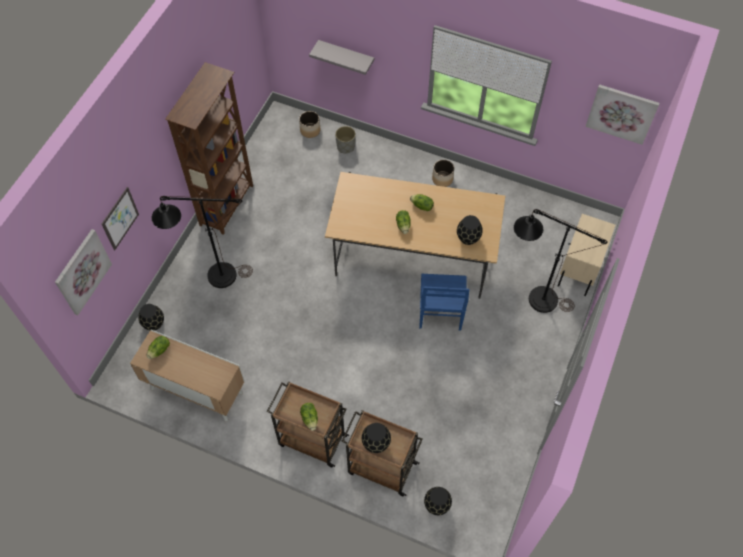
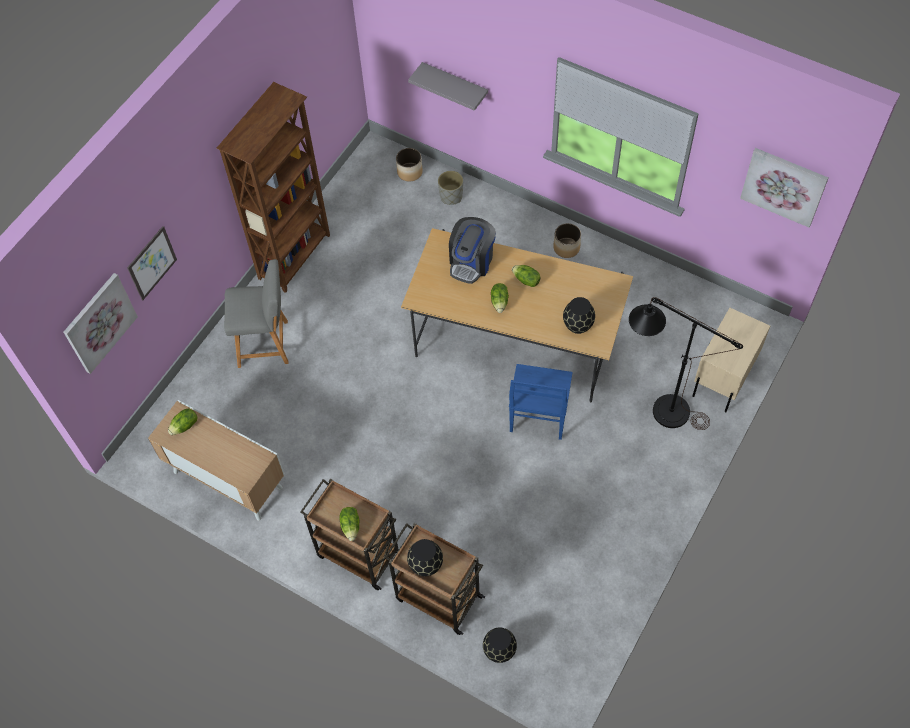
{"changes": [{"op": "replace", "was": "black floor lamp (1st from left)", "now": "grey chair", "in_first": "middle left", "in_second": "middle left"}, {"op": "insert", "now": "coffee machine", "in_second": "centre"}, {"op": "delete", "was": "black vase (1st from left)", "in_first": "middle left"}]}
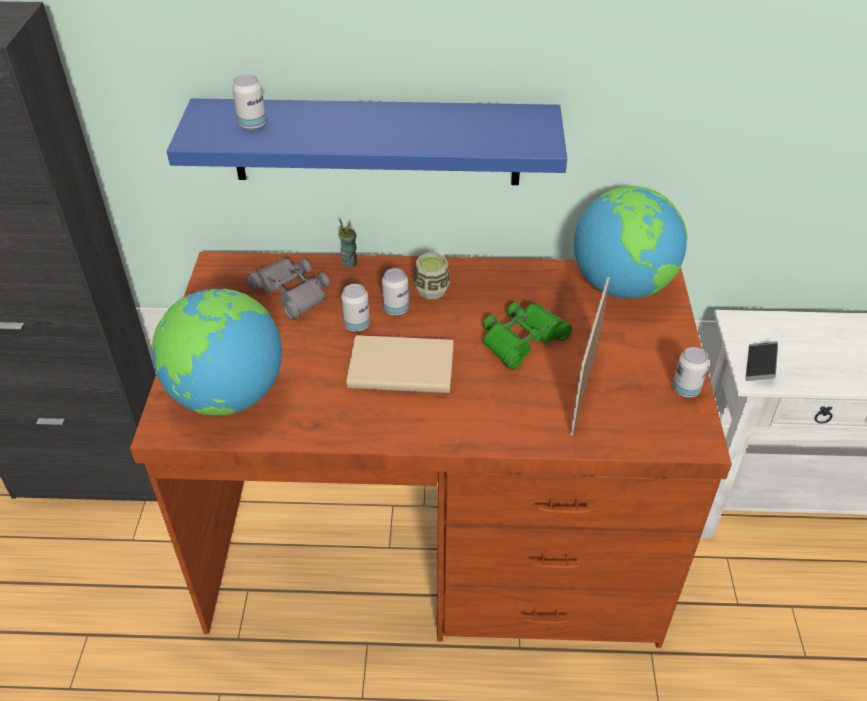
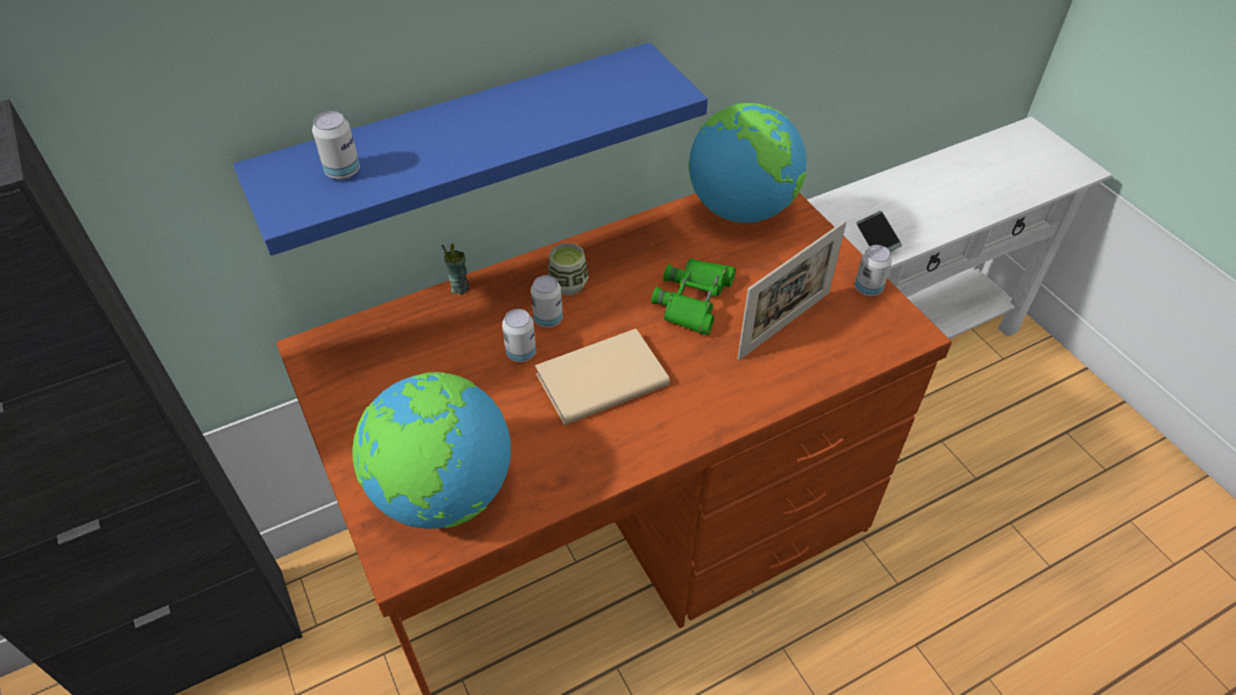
{"changes": [{"op": "rotate", "was": "picture frame", "in_first": "middle right", "in_second": "centre", "clockwise": -120}, {"op": "delete", "was": "grey binoculars", "in_first": "middle left"}]}
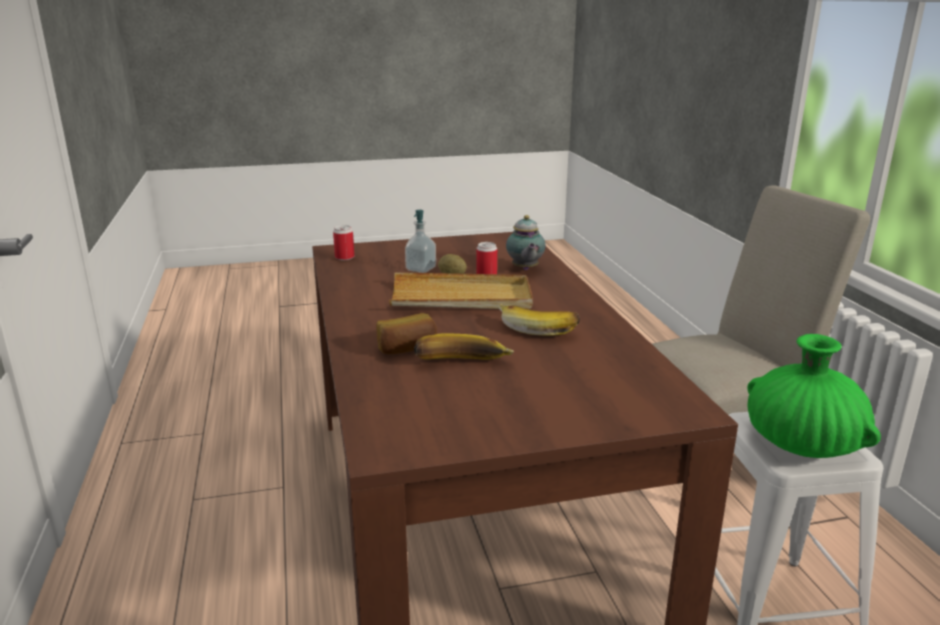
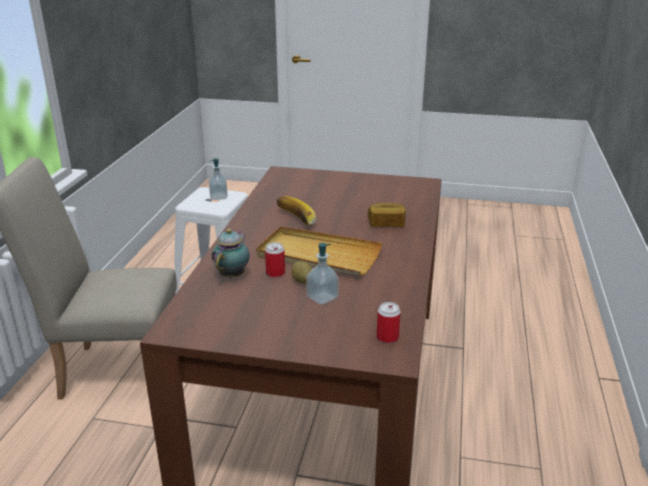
{"changes": [{"op": "replace", "was": "green vase", "now": "soap dispenser (1st from left)", "in_first": "middle right", "in_second": "centre"}, {"op": "delete", "was": "banana (1st from left)", "in_first": "centre"}]}
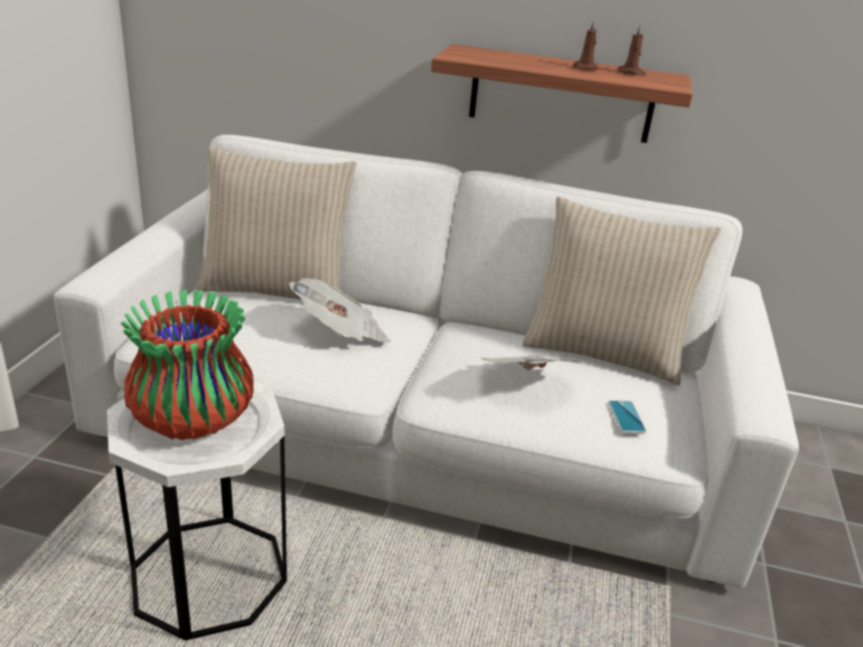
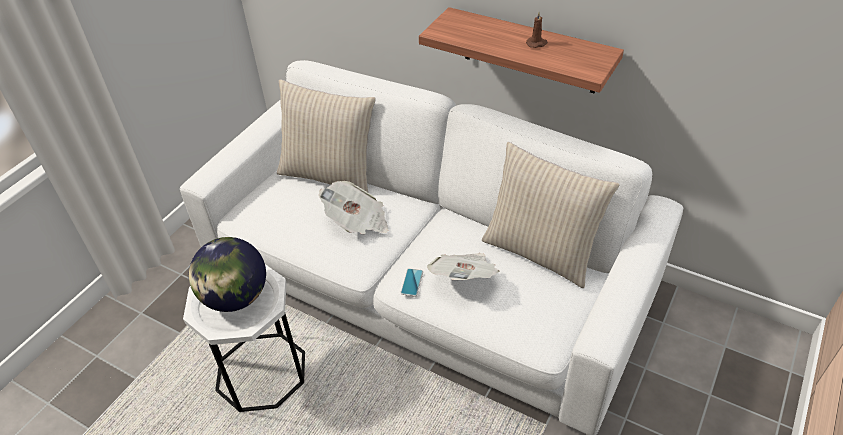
{"changes": [{"op": "replace", "was": "vase", "now": "globe", "in_first": "middle left", "in_second": "middle left"}, {"op": "move", "was": "phone", "in_first": "middle right", "in_second": "centre"}, {"op": "delete", "was": "brown candle (2nd from left)", "in_first": "top right"}]}
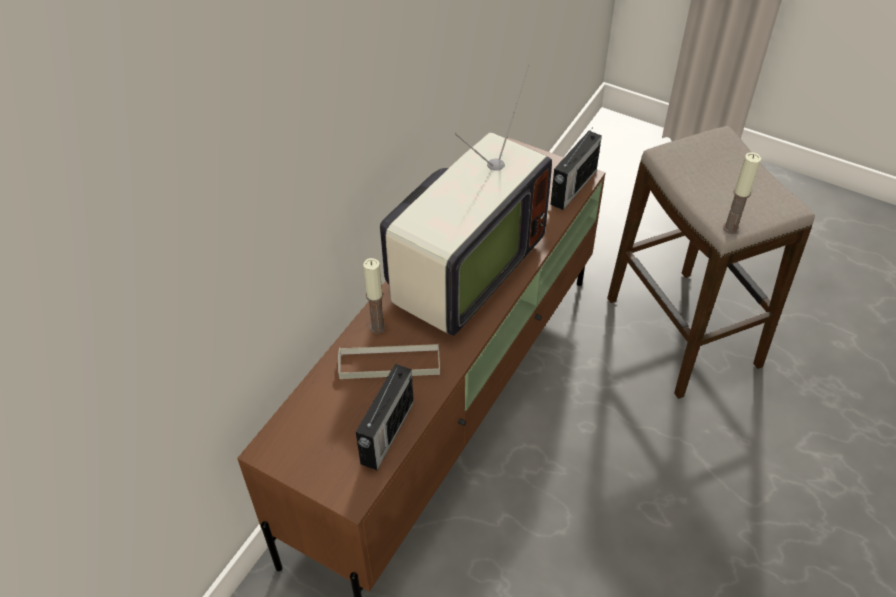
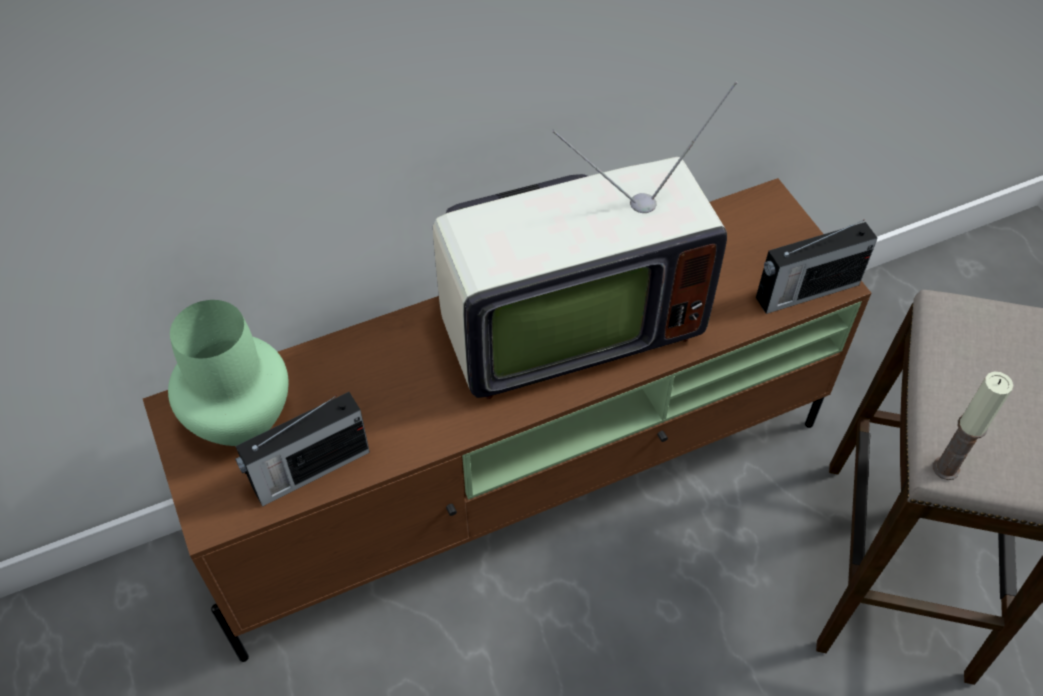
{"changes": [{"op": "insert", "now": "green vase", "in_second": "middle left"}, {"op": "delete", "was": "grey tray", "in_first": "centre"}, {"op": "delete", "was": "candle (1st from left)", "in_first": "centre"}]}
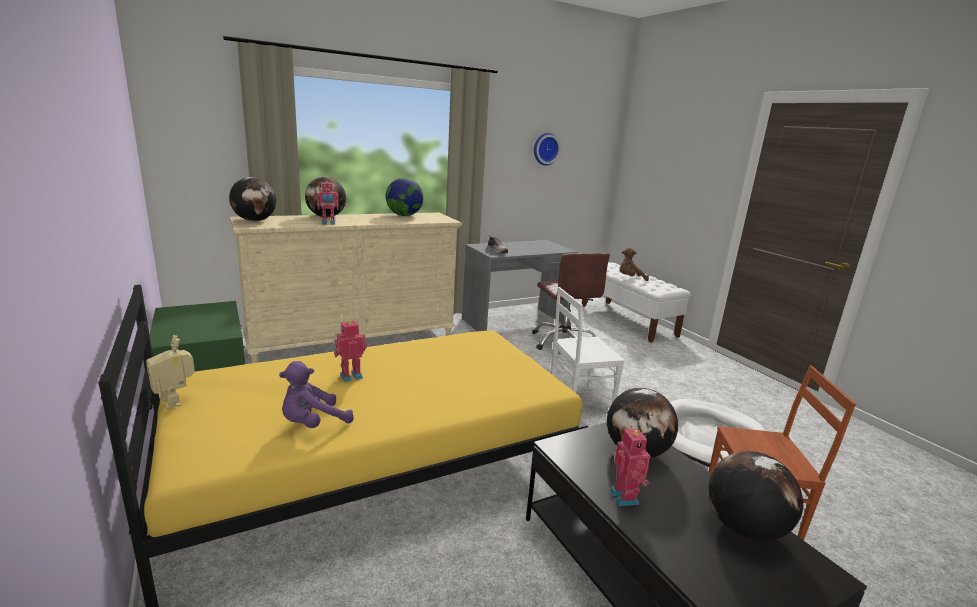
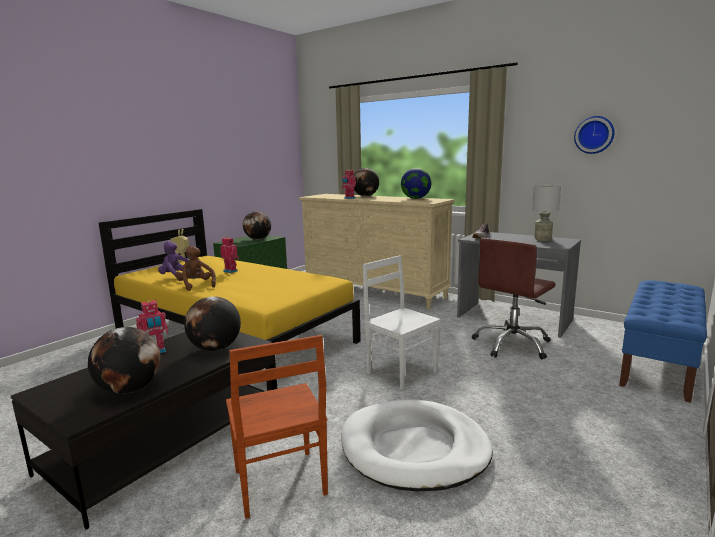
{"changes": [{"op": "move", "was": "brown plush toy", "in_first": "centre", "in_second": "middle left"}, {"op": "move", "was": "globe (1st from left in the first image)", "now": "globe (3rd from left)", "in_first": "top left", "in_second": "centre"}, {"op": "insert", "now": "grey table lamp", "in_second": "middle right"}, {"op": "recolor", "was": "white bench", "now": "blue bench", "in_first": "centre", "in_second": "middle right"}]}
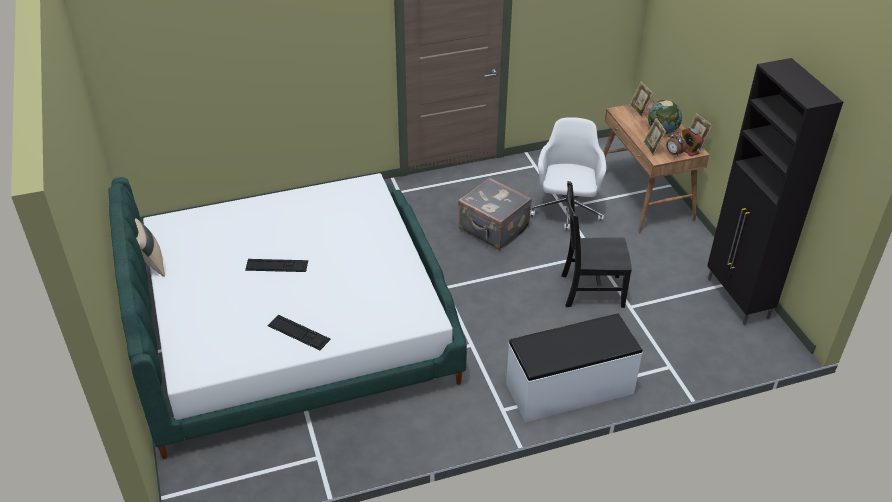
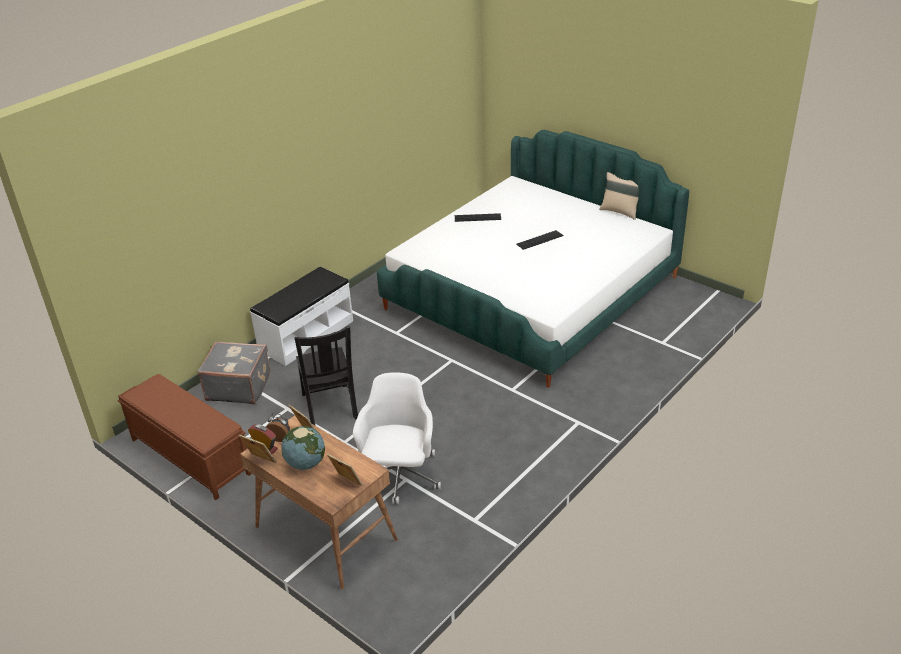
{"changes": [{"op": "replace", "was": "black cabinet", "now": "brown bench", "in_first": "middle right", "in_second": "bottom left"}, {"op": "move", "was": "grey suitcase", "in_first": "centre", "in_second": "middle left"}, {"op": "rotate", "was": "black chair", "in_first": "middle right", "in_second": "centre", "clockwise": 105}, {"op": "rotate", "was": "white office chair", "in_first": "centre", "in_second": "bottom centre", "clockwise": -150}]}
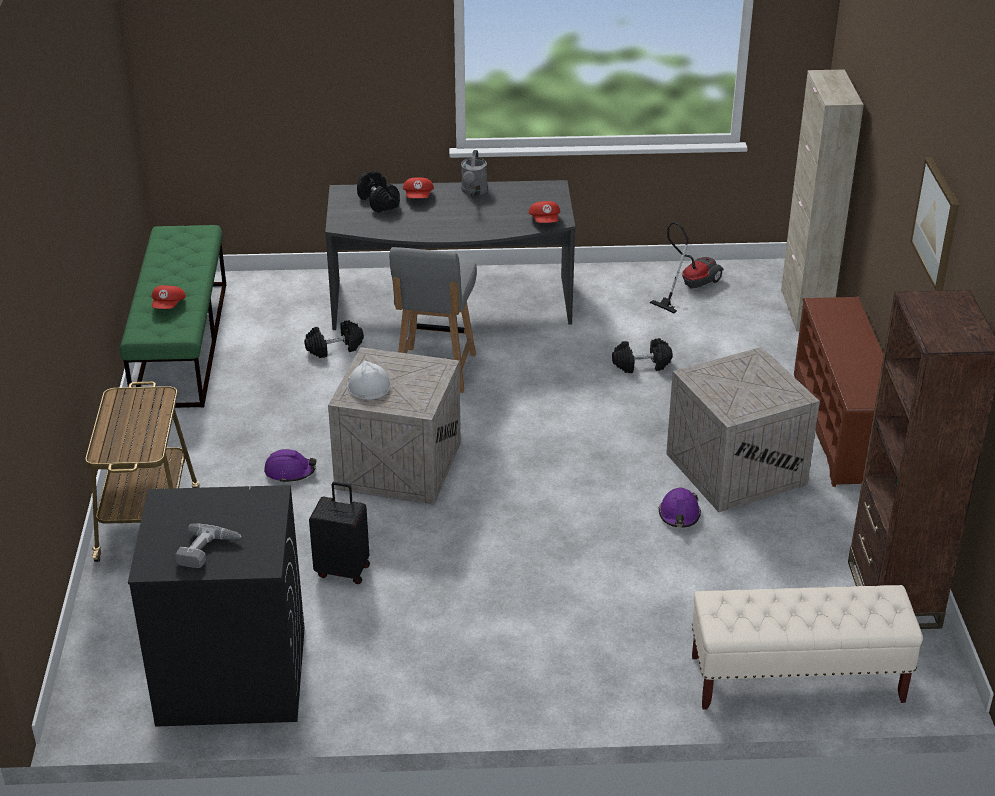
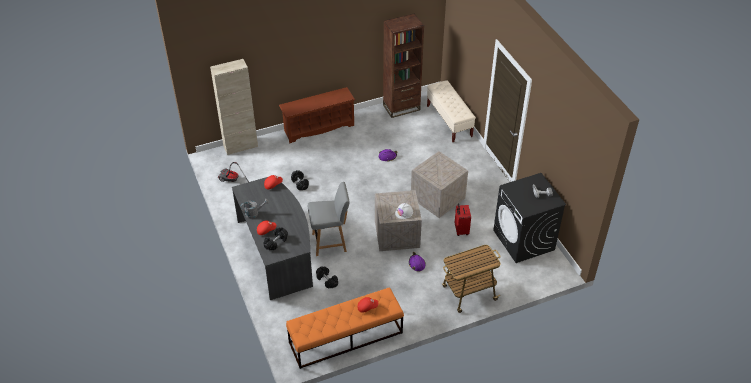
{"changes": [{"op": "recolor", "was": "green bench", "now": "orange bench", "in_first": "middle left", "in_second": "bottom centre"}, {"op": "move", "was": "crate (2nd from left)", "in_first": "middle right", "in_second": "centre"}, {"op": "recolor", "was": "black suitcase", "now": "red suitcase", "in_first": "bottom centre", "in_second": "centre"}, {"op": "delete", "was": "picture", "in_first": "top right"}]}
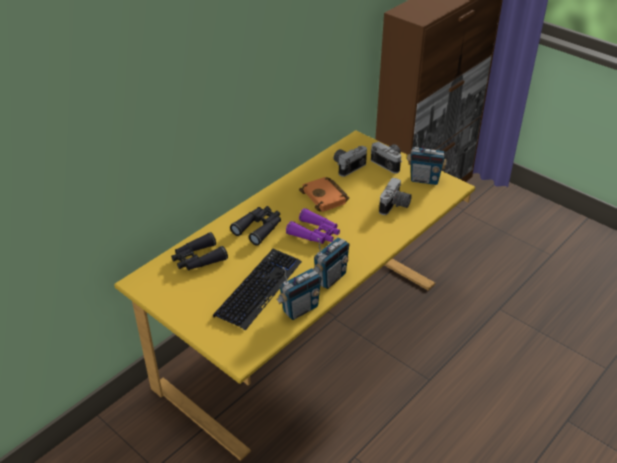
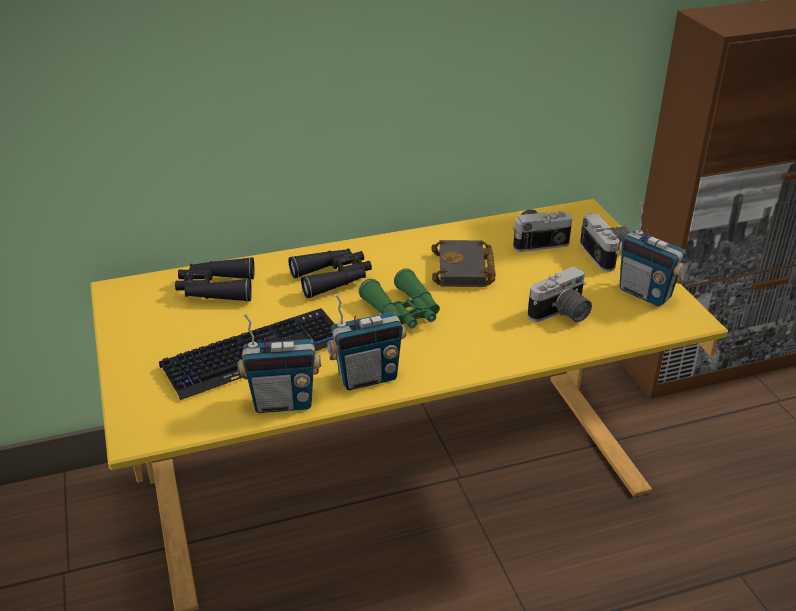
{"changes": [{"op": "recolor", "was": "purple binoculars", "now": "green binoculars", "in_first": "centre", "in_second": "centre"}, {"op": "recolor", "was": "orange book", "now": "black book", "in_first": "centre", "in_second": "centre"}]}
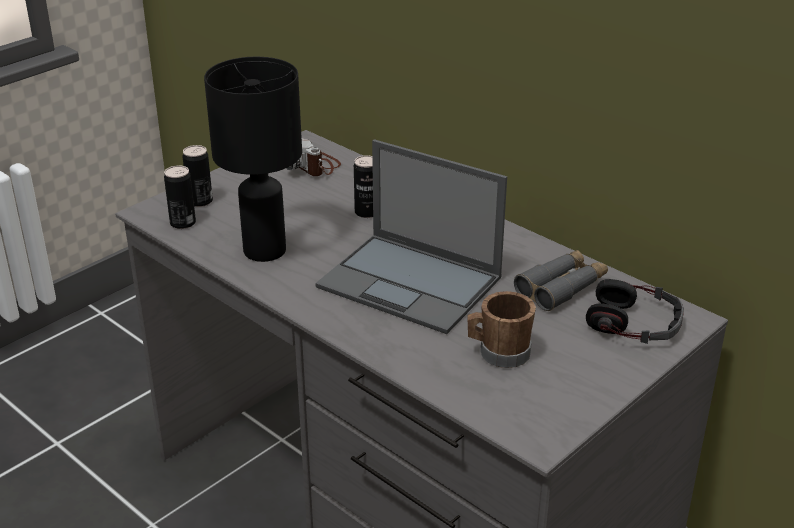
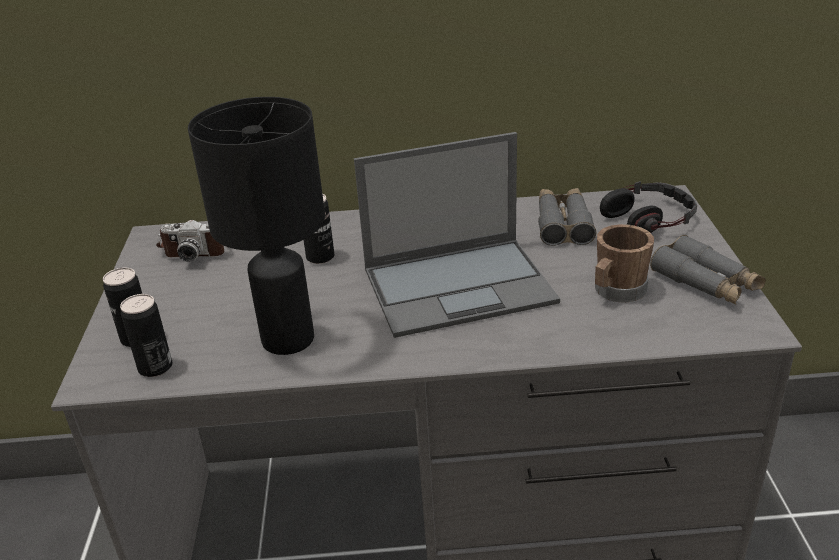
{"changes": [{"op": "insert", "now": "grey binoculars (2nd from left)", "in_second": "middle right"}]}
